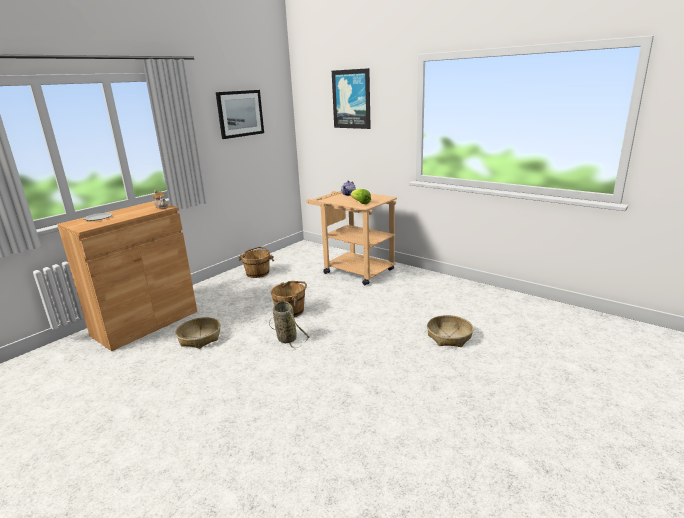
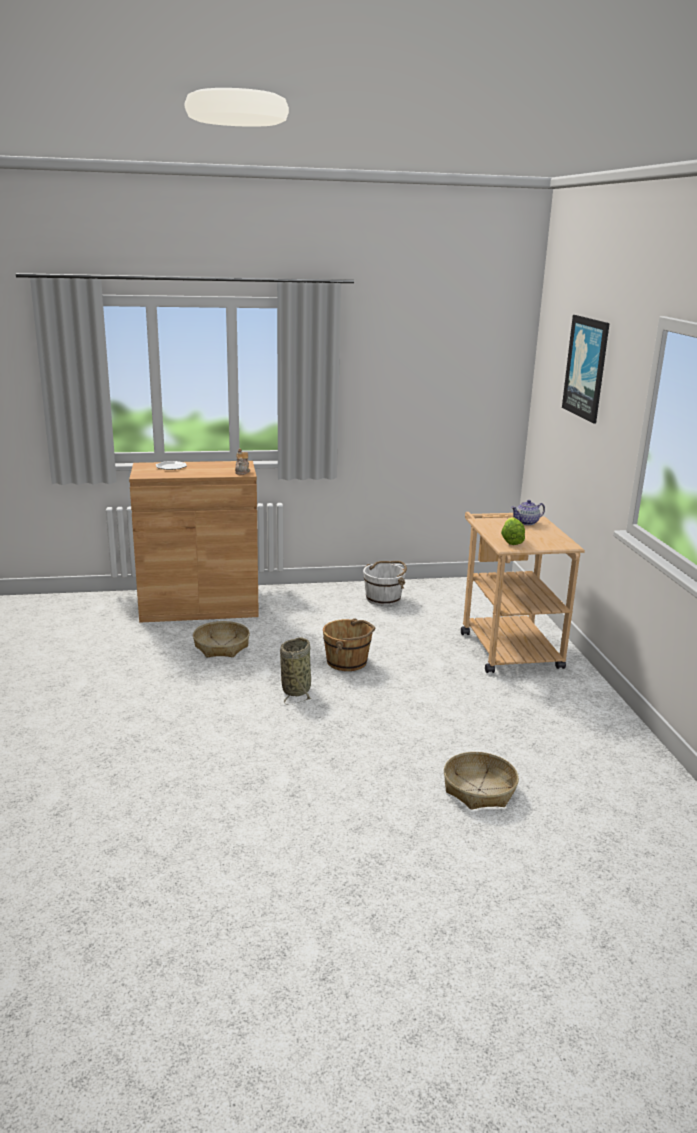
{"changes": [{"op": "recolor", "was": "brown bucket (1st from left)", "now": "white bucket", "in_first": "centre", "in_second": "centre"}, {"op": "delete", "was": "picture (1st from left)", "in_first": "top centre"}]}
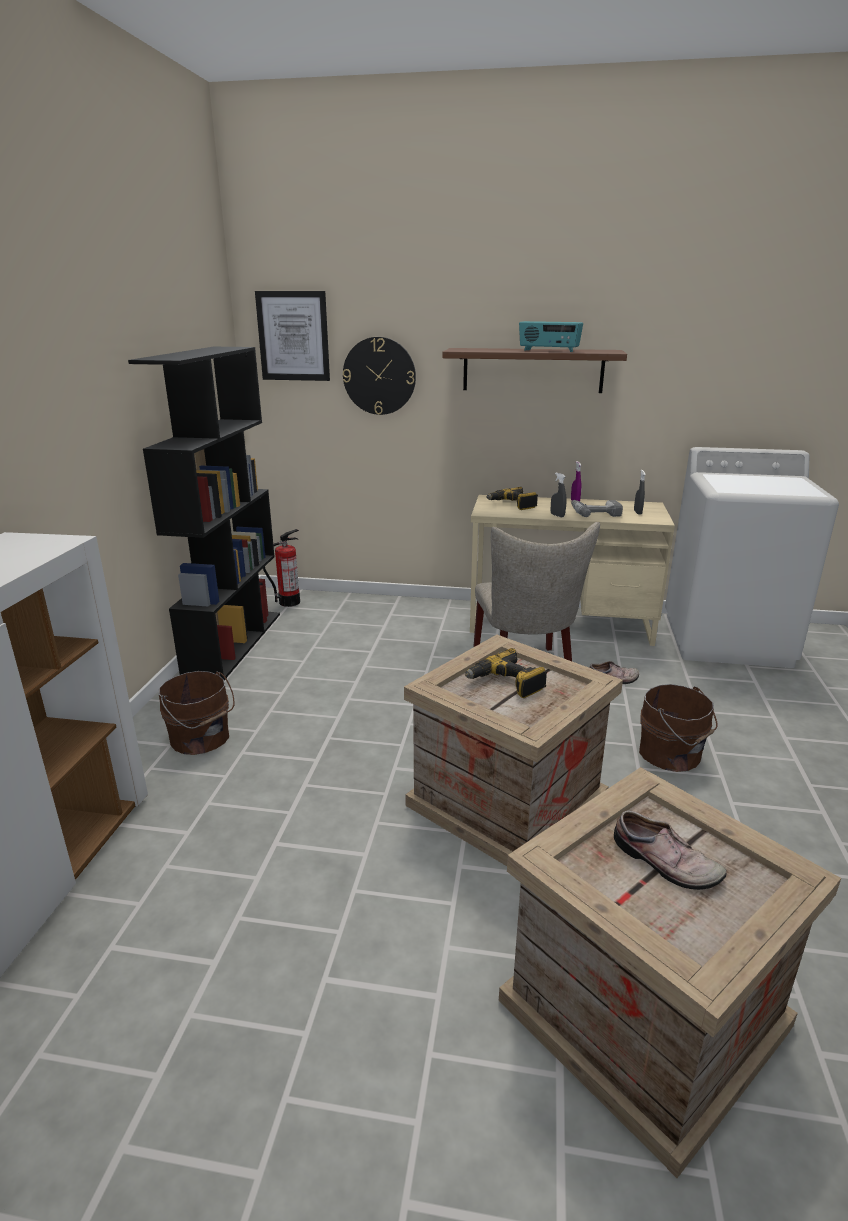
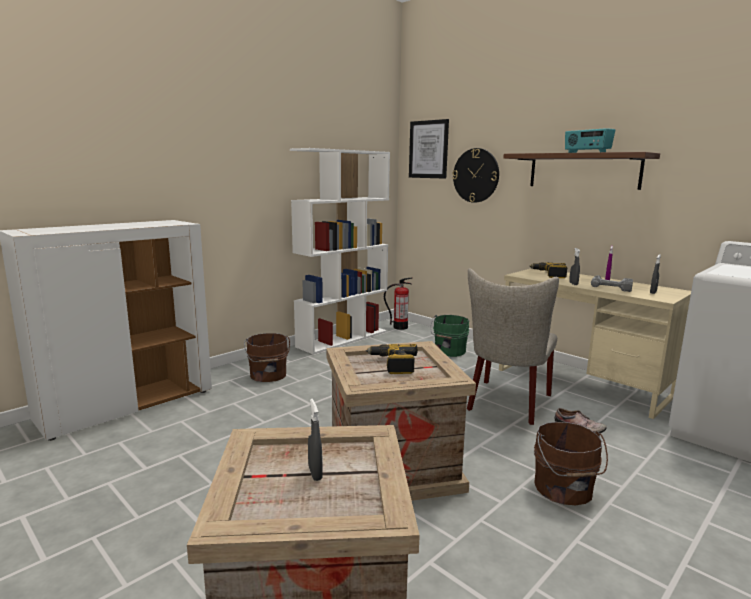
{"changes": [{"op": "recolor", "was": "black bookcase", "now": "white bookcase", "in_first": "middle left", "in_second": "centre"}, {"op": "replace", "was": "shoe (2nd from left)", "now": "grey spray bottle (1st from left)", "in_first": "bottom right", "in_second": "bottom centre"}, {"op": "insert", "now": "green bucket", "in_second": "centre"}]}
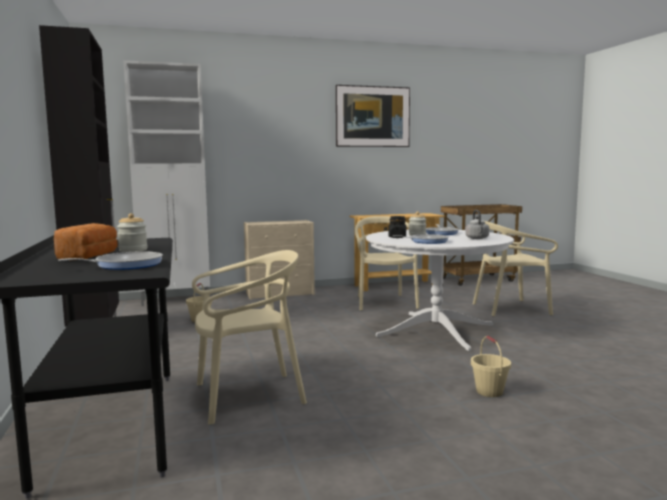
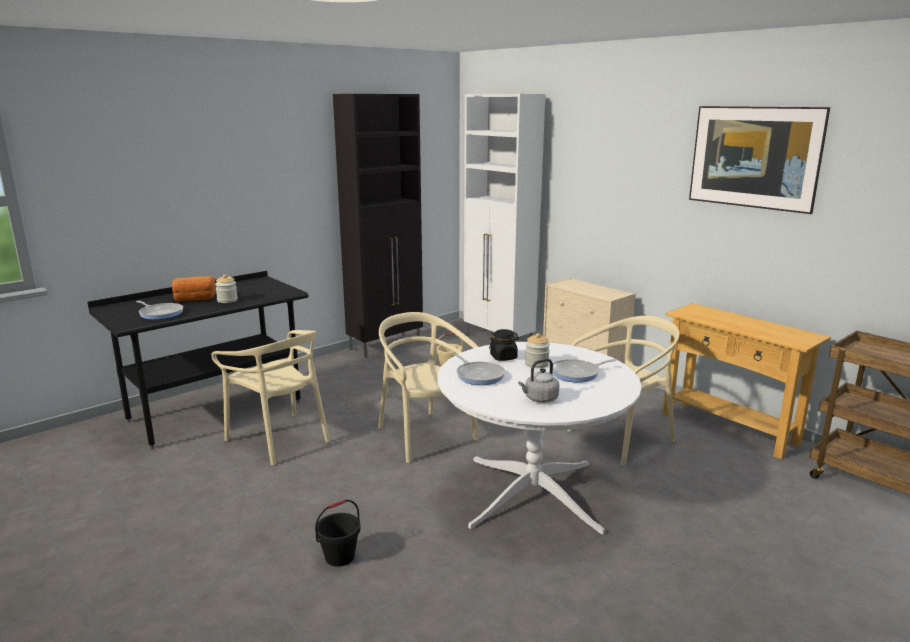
{"changes": [{"op": "recolor", "was": "beige bucket (2nd from left)", "now": "black bucket", "in_first": "bottom right", "in_second": "bottom centre"}, {"op": "move", "was": "beige chair (3rd from left in the first image)", "now": "beige chair (2nd from left)", "in_first": "middle right", "in_second": "centre"}]}
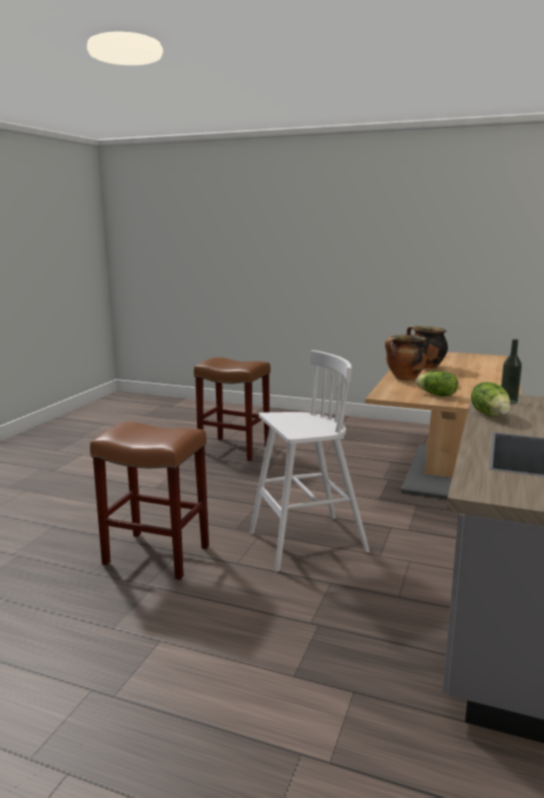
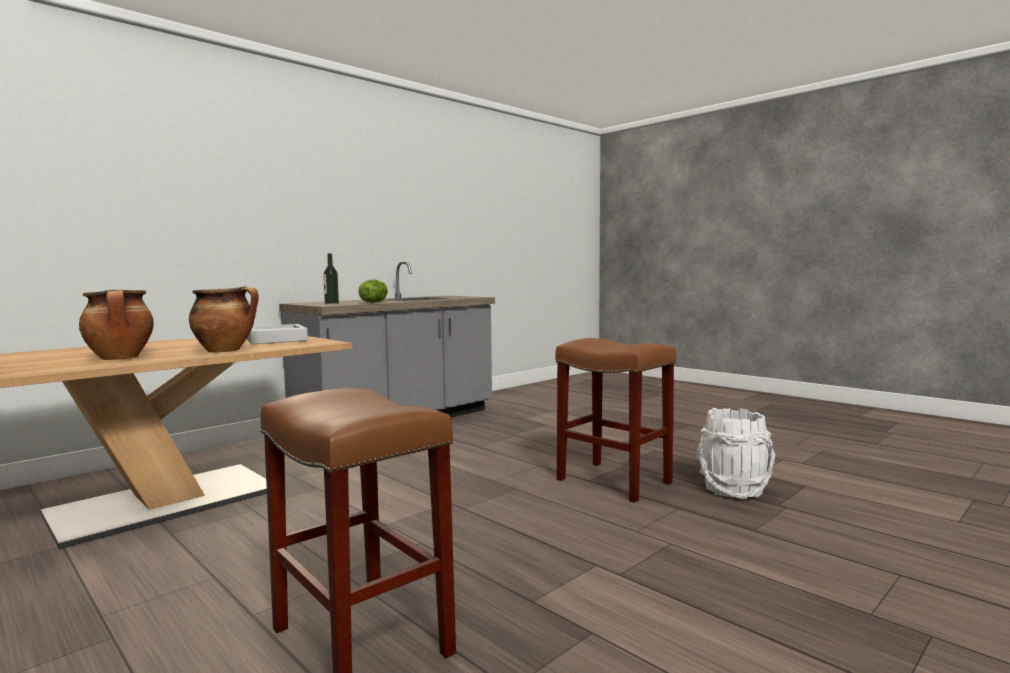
{"changes": [{"op": "replace", "was": "lettuce (1st from left)", "now": "grey tray", "in_first": "middle right", "in_second": "middle left"}, {"op": "insert", "now": "white bucket", "in_second": "bottom right"}, {"op": "delete", "was": "white stool", "in_first": "centre"}]}
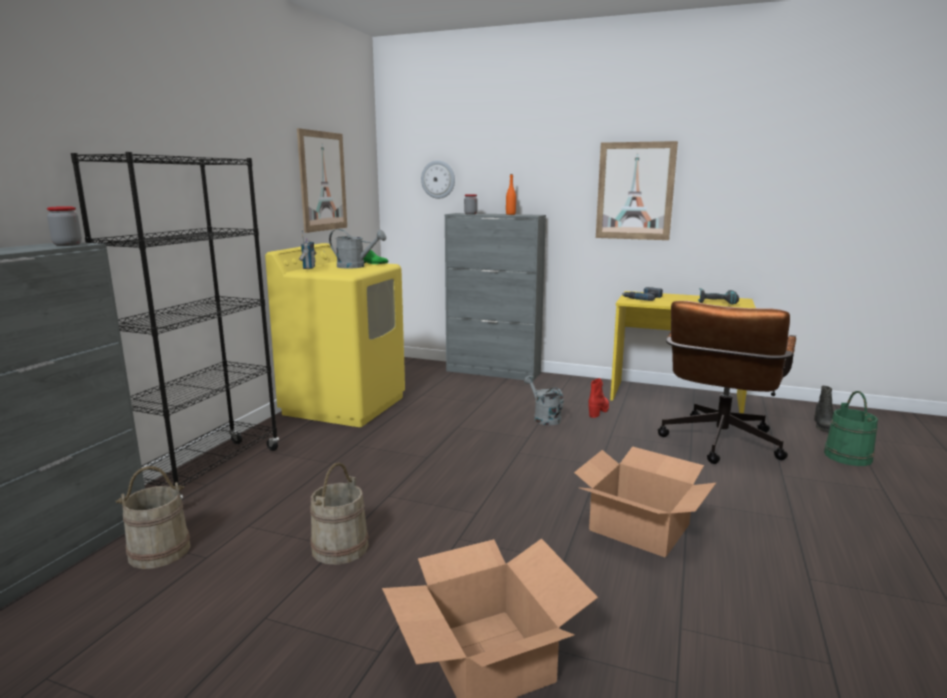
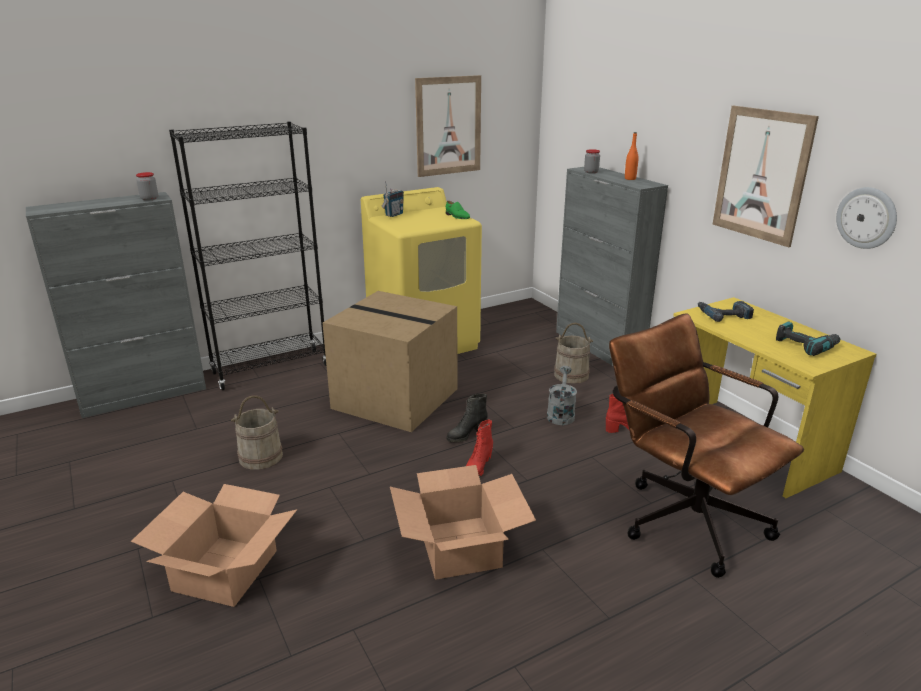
{"changes": [{"op": "insert", "now": "cardboard box (2nd from left)", "in_second": "centre"}, {"op": "move", "was": "black boot", "in_first": "middle right", "in_second": "centre"}, {"op": "insert", "now": "red boot (1st from left)", "in_second": "centre"}, {"op": "move", "was": "beige bucket (1st from left in the first image)", "now": "beige bucket (2nd from left)", "in_first": "bottom left", "in_second": "centre"}, {"op": "rotate", "was": "brown office chair", "in_first": "middle right", "in_second": "middle right", "clockwise": 75}, {"op": "move", "was": "wall clock", "in_first": "top centre", "in_second": "top right"}, {"op": "delete", "was": "grey watering can (1st from left)", "in_first": "centre"}, {"op": "delete", "was": "green bucket", "in_first": "middle right"}]}
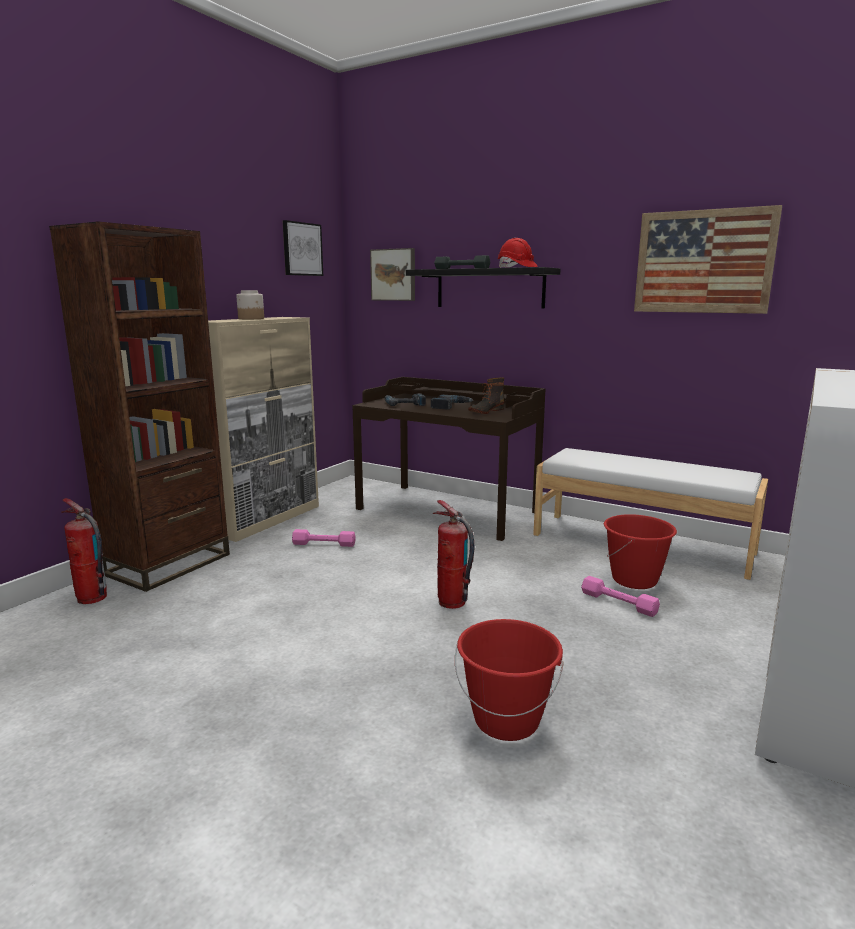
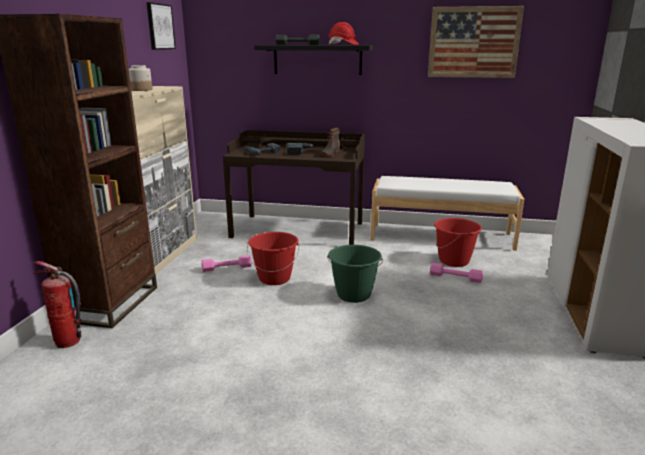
{"changes": [{"op": "move", "was": "red bucket (1st from left)", "in_first": "bottom centre", "in_second": "centre"}, {"op": "replace", "was": "fire extinguisher (2nd from left)", "now": "green bucket", "in_first": "centre", "in_second": "centre"}, {"op": "delete", "was": "picture (2nd from left)", "in_first": "top centre"}]}
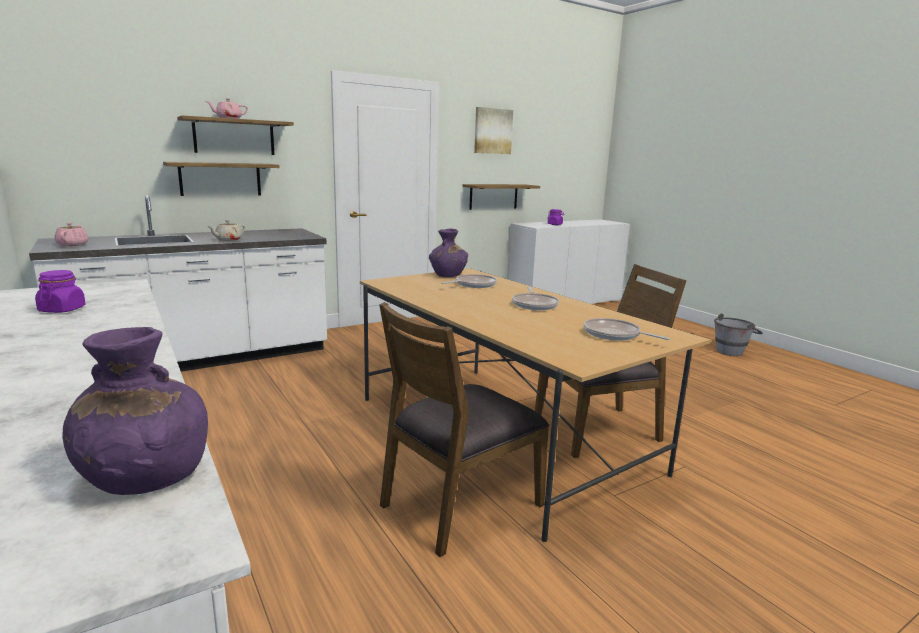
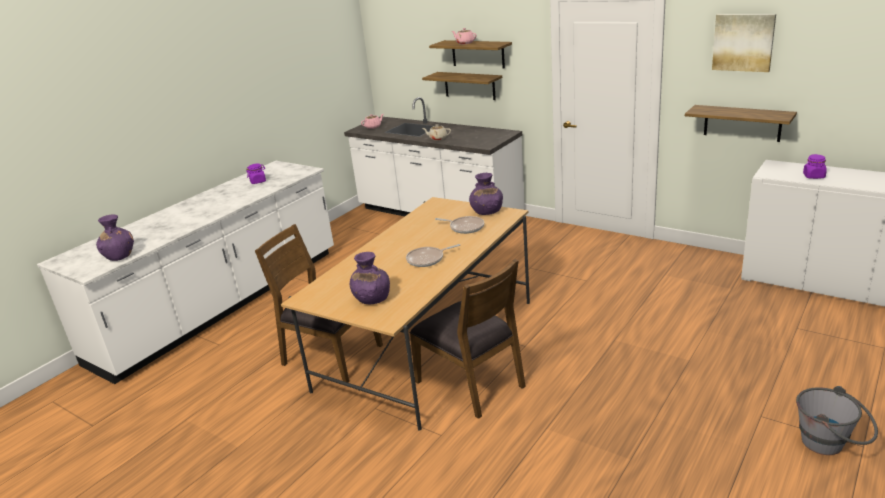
{"changes": [{"op": "replace", "was": "frying pan (3rd from left)", "now": "purple vase (2nd from left)", "in_first": "middle right", "in_second": "centre"}]}
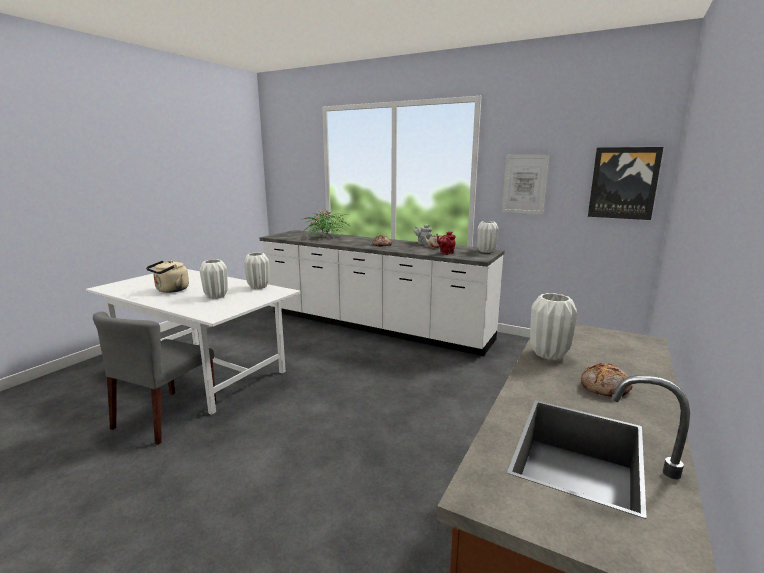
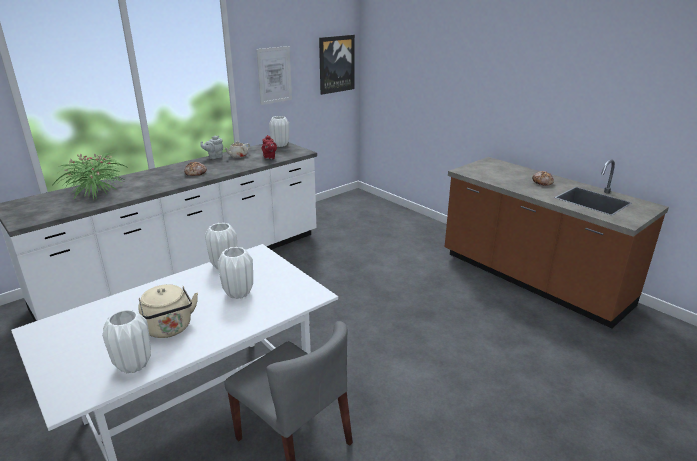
{"changes": [{"op": "move", "was": "white vase (4th from left in the first image)", "now": "white vase (1st from left)", "in_first": "middle right", "in_second": "bottom left"}]}
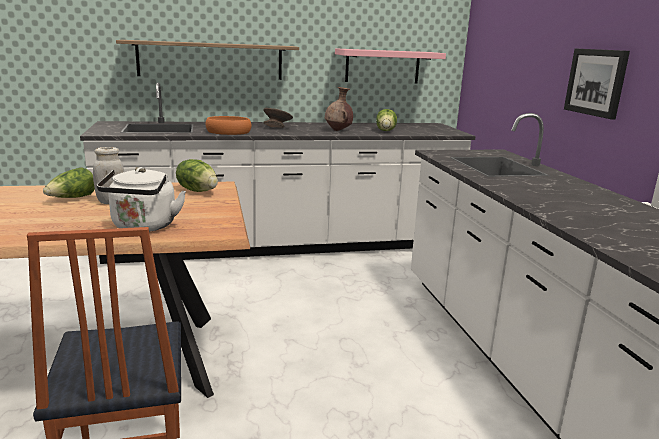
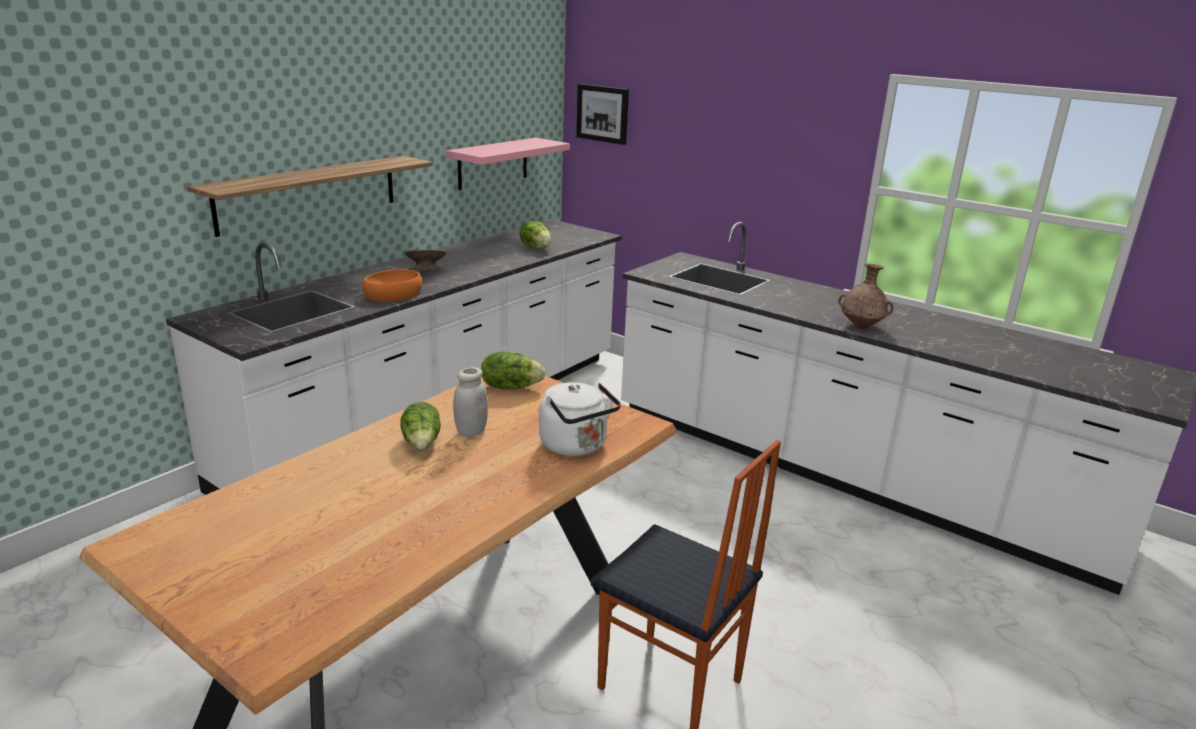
{"changes": [{"op": "move", "was": "picture", "in_first": "top right", "in_second": "top centre"}, {"op": "move", "was": "brown vase", "in_first": "top centre", "in_second": "middle right"}]}
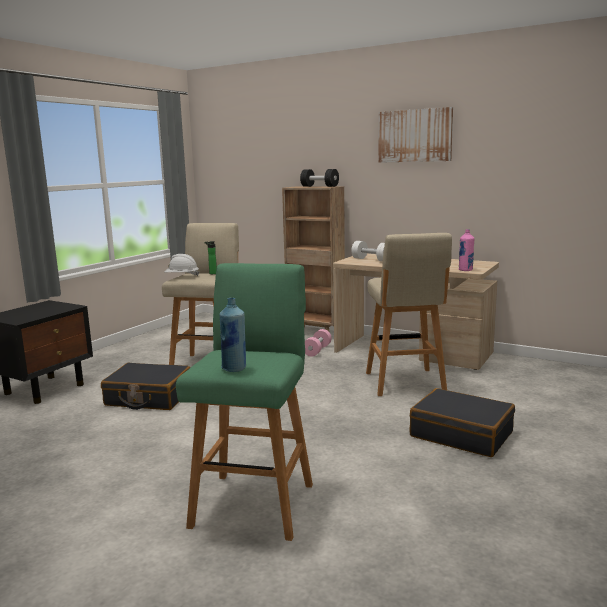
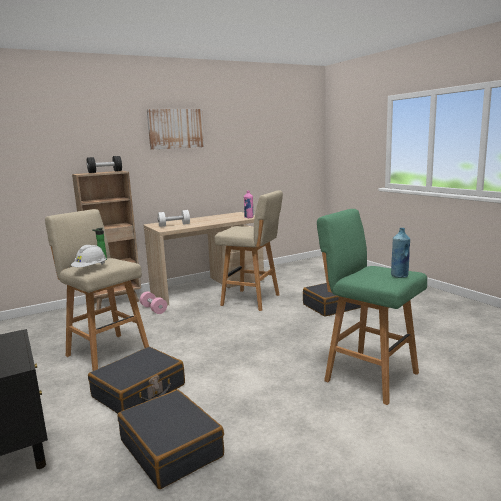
{"changes": [{"op": "insert", "now": "black suitcase (2nd from left)", "in_second": "bottom centre"}]}
